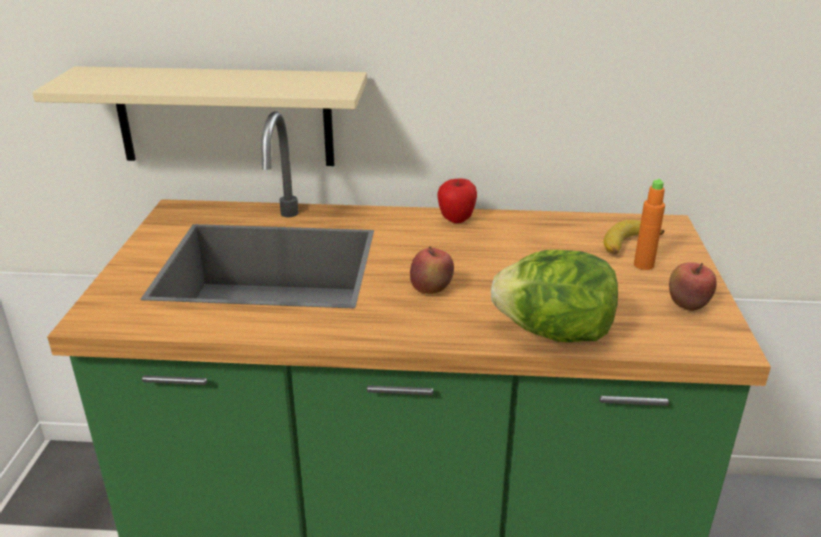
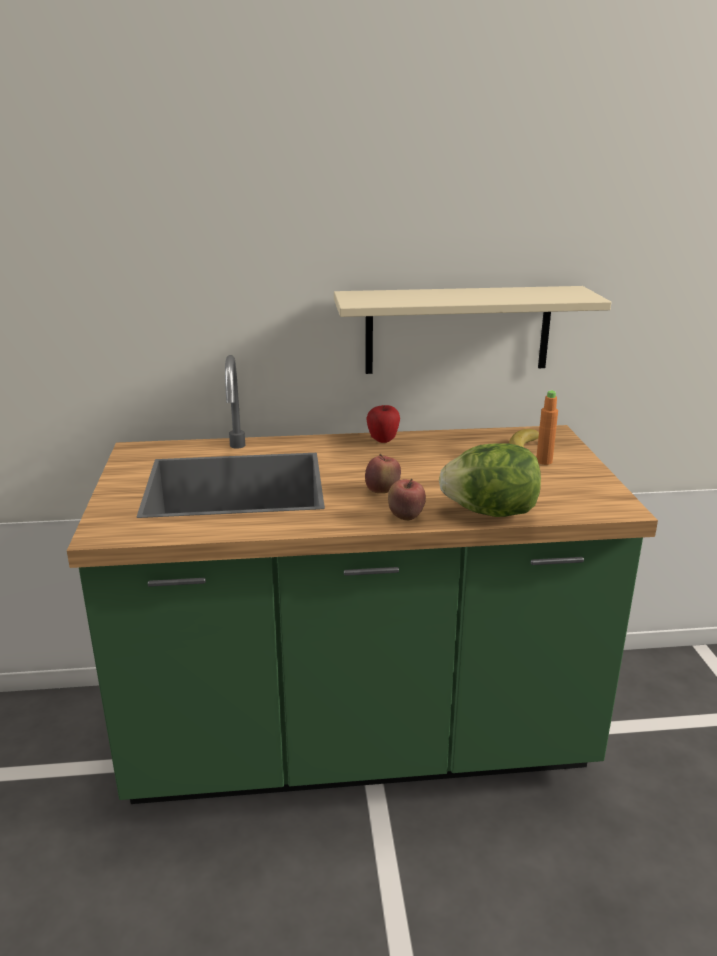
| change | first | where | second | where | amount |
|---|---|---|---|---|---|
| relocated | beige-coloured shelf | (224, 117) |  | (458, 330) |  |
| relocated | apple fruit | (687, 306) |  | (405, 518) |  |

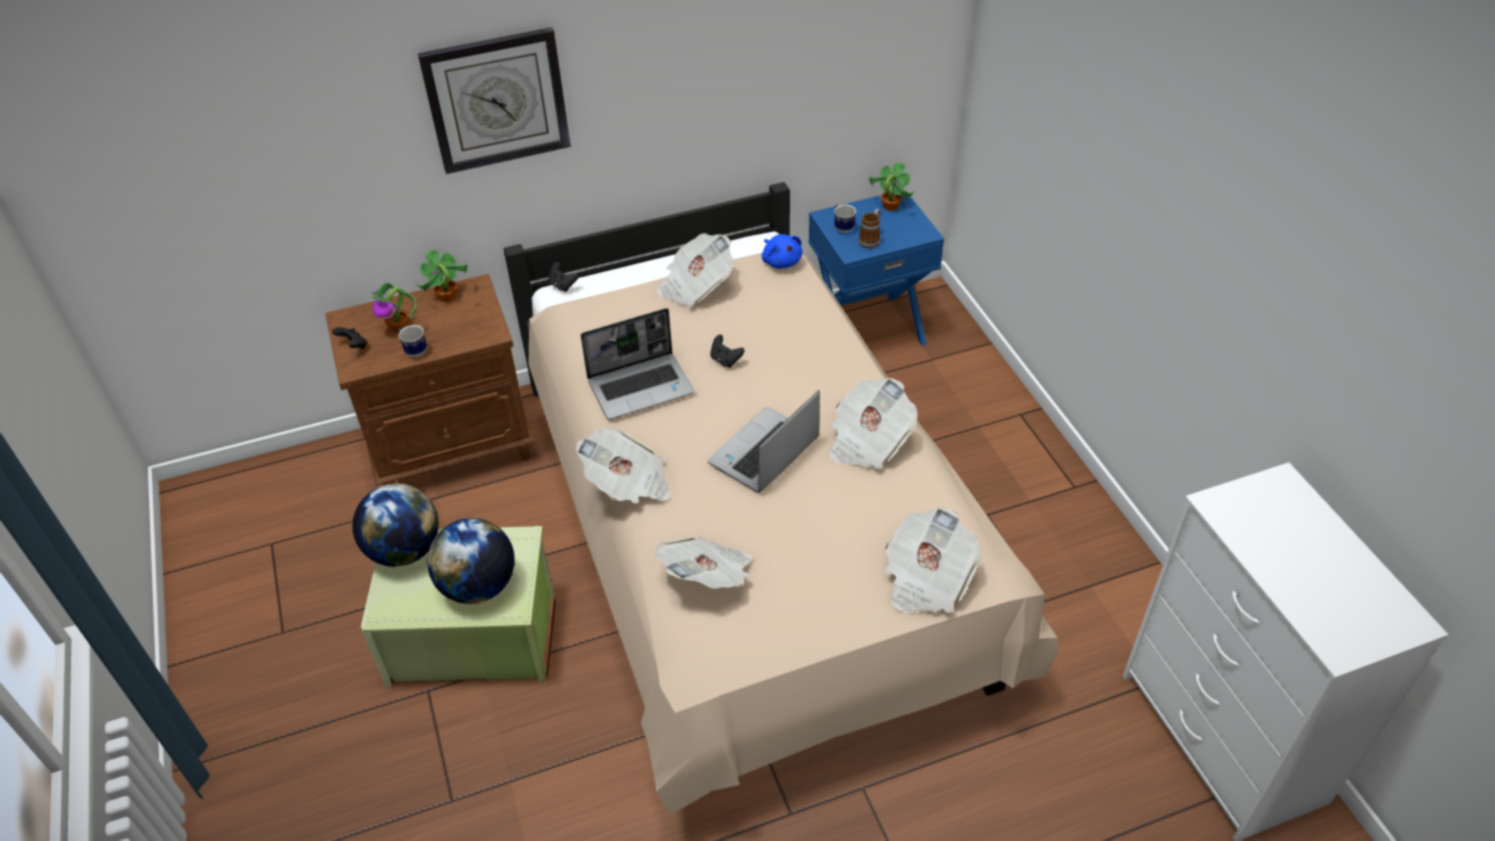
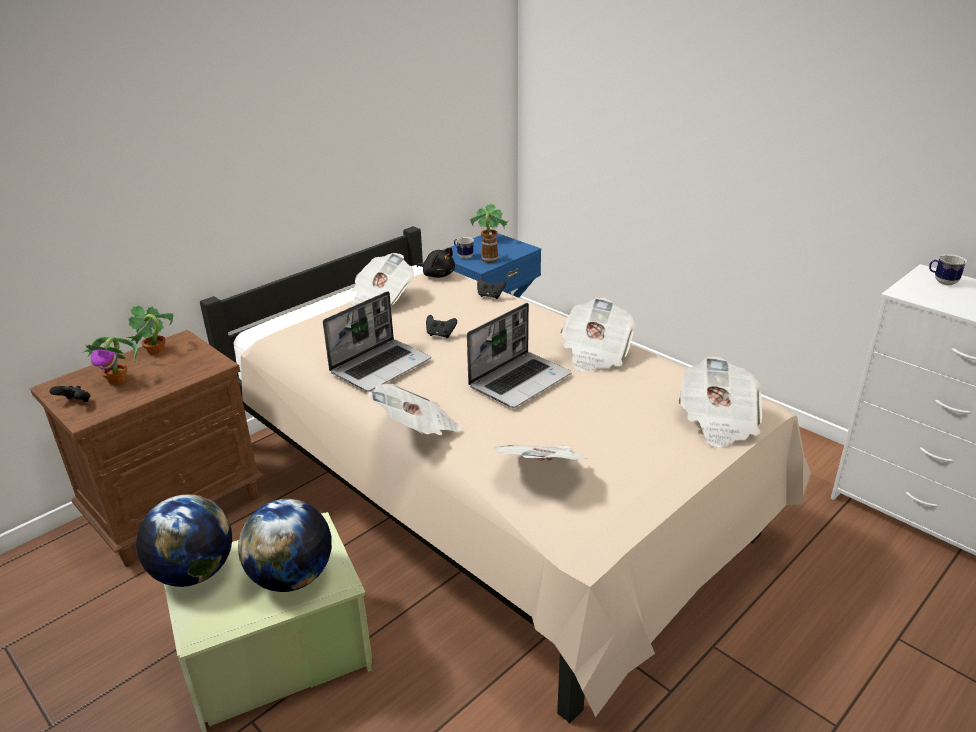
| change | first | where | second | where | amount |
|---|---|---|---|---|---|
| colour | blue plush toy | (781, 261) | blackish plush toy | (437, 275) |  |
| spun | notebook computer | (764, 453) |  | (520, 380) | 150 degrees counterclockwise |
| relocated | blackish joypad | (563, 285) |  | (490, 296) |  |
| relocated | mug | (414, 350) |  | (941, 282) |  |
| missing | wall clock | (497, 100) |  |  |  |

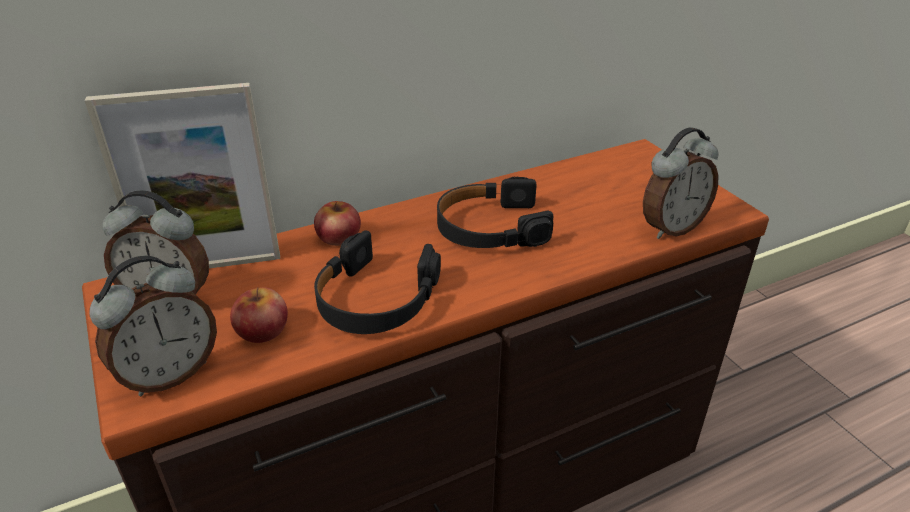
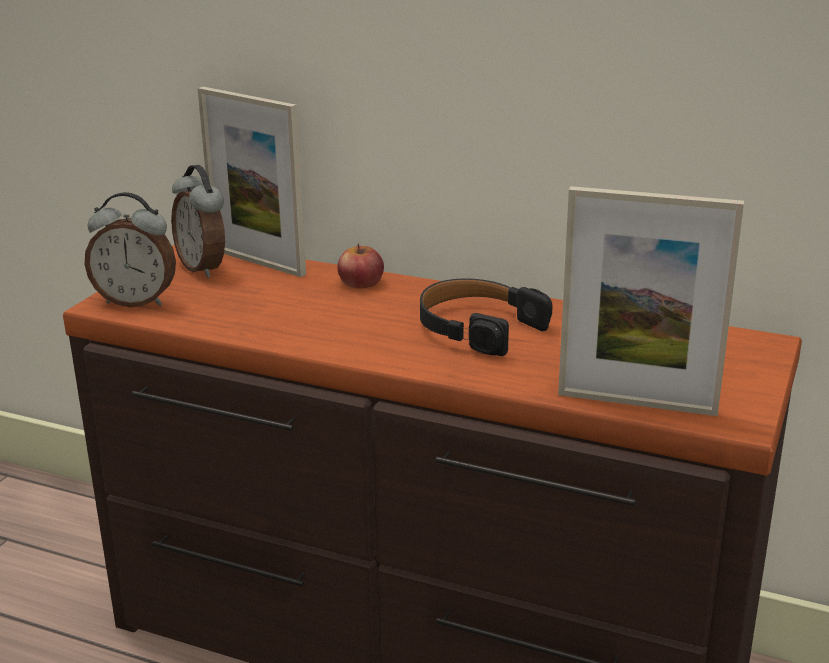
| change | first | where | second | where | amount |
|---|---|---|---|---|---|
| exchanged | bedside clock | (671, 227) | photo frame | (637, 403) |  |
| missing | apple fruit | (262, 330) |  |  |  |
| missing | blackish pair of headphones | (375, 299) |  |  |  |

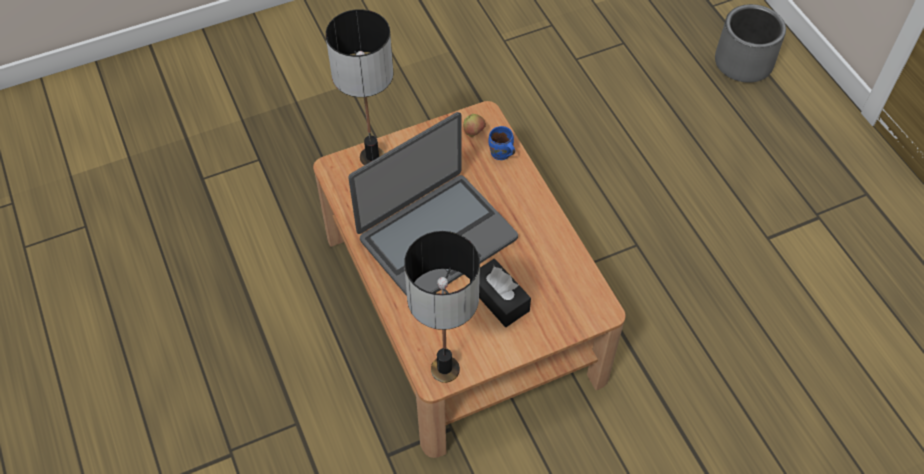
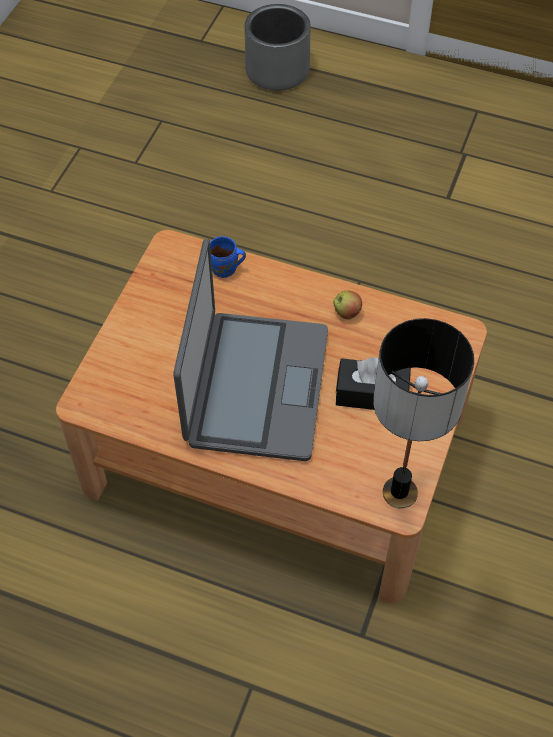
| change | first | where | second | where | amount |
|---|---|---|---|---|---|
| relocated | apple fruit | (474, 132) |  | (347, 313) |  |
| missing | table lamp | (371, 158) |  |  |  |

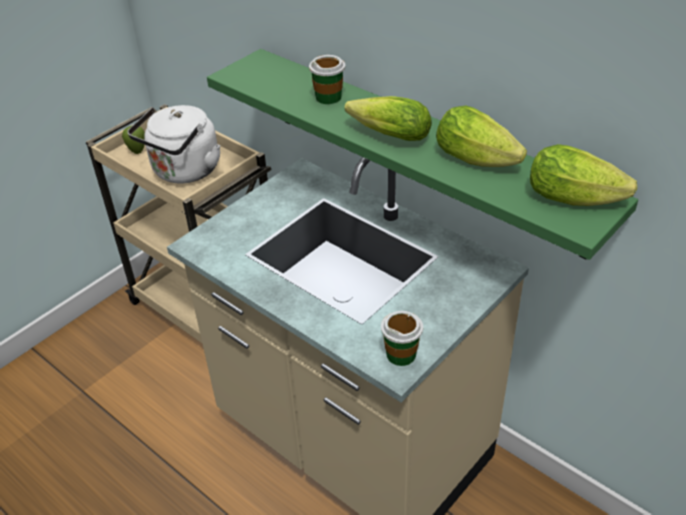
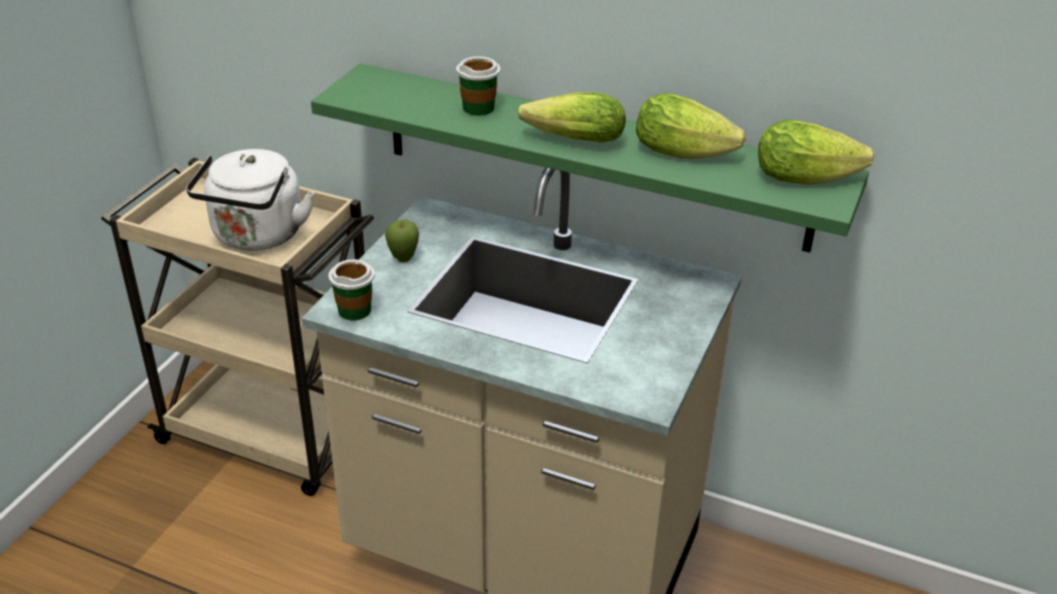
| change | first | where | second | where | amount |
|---|---|---|---|---|---|
| relocated | cup | (401, 354) |  | (355, 310) |  |
| relocated | apple fruit | (137, 152) |  | (403, 259) |  |

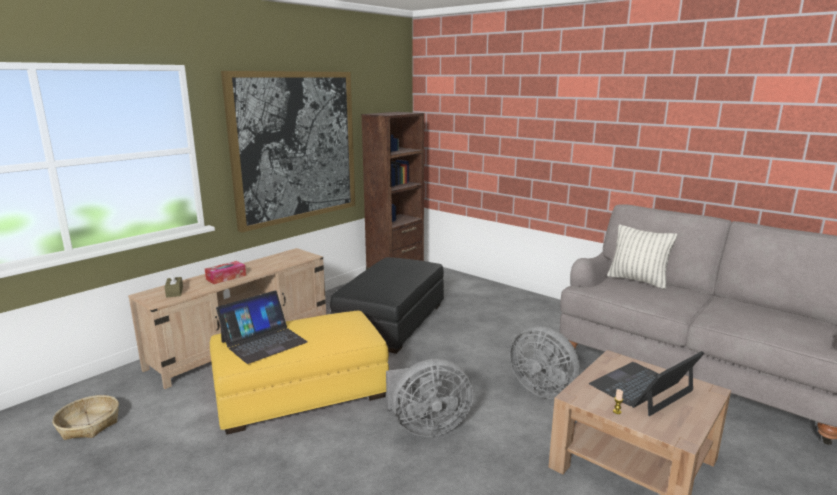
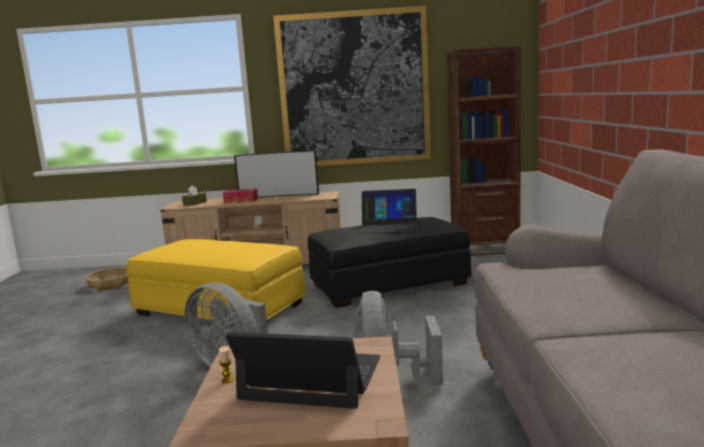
| change | first | where | second | where | amount |
|---|---|---|---|---|---|
| appeared |  |  | television | (279, 196) |  |
| relocated | notebook computer | (264, 342) |  | (388, 226) |  |
| missing | throw pillow | (637, 280) |  |  |  |

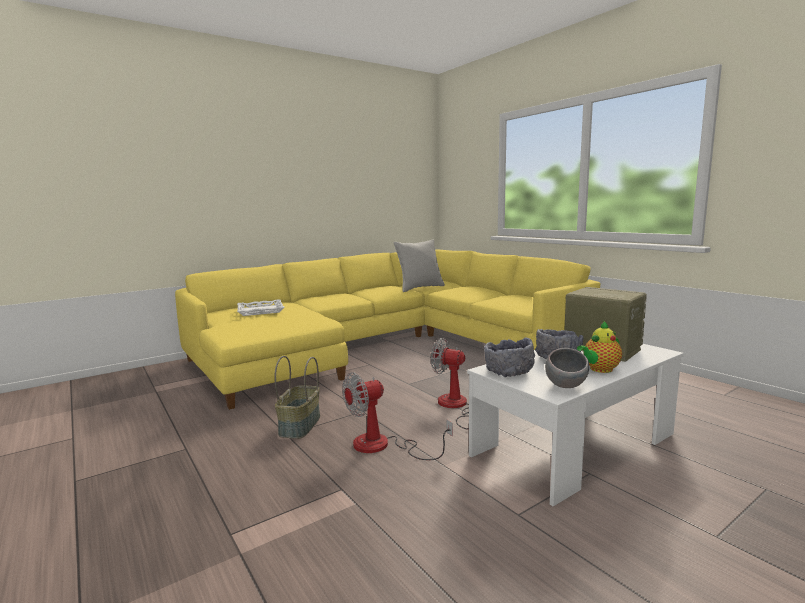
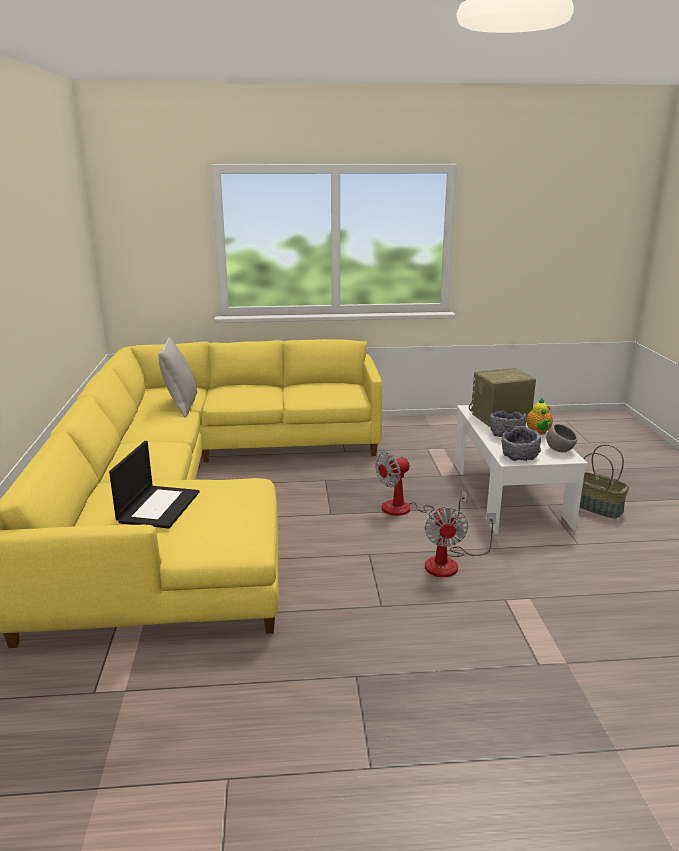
| change | first | where | second | where | amount |
|---|---|---|---|---|---|
| exchanged | white-coloured carrying tray | (260, 311) | notebook computer | (158, 506) |  |
| relocated | household basket | (300, 426) |  | (597, 507) |  |

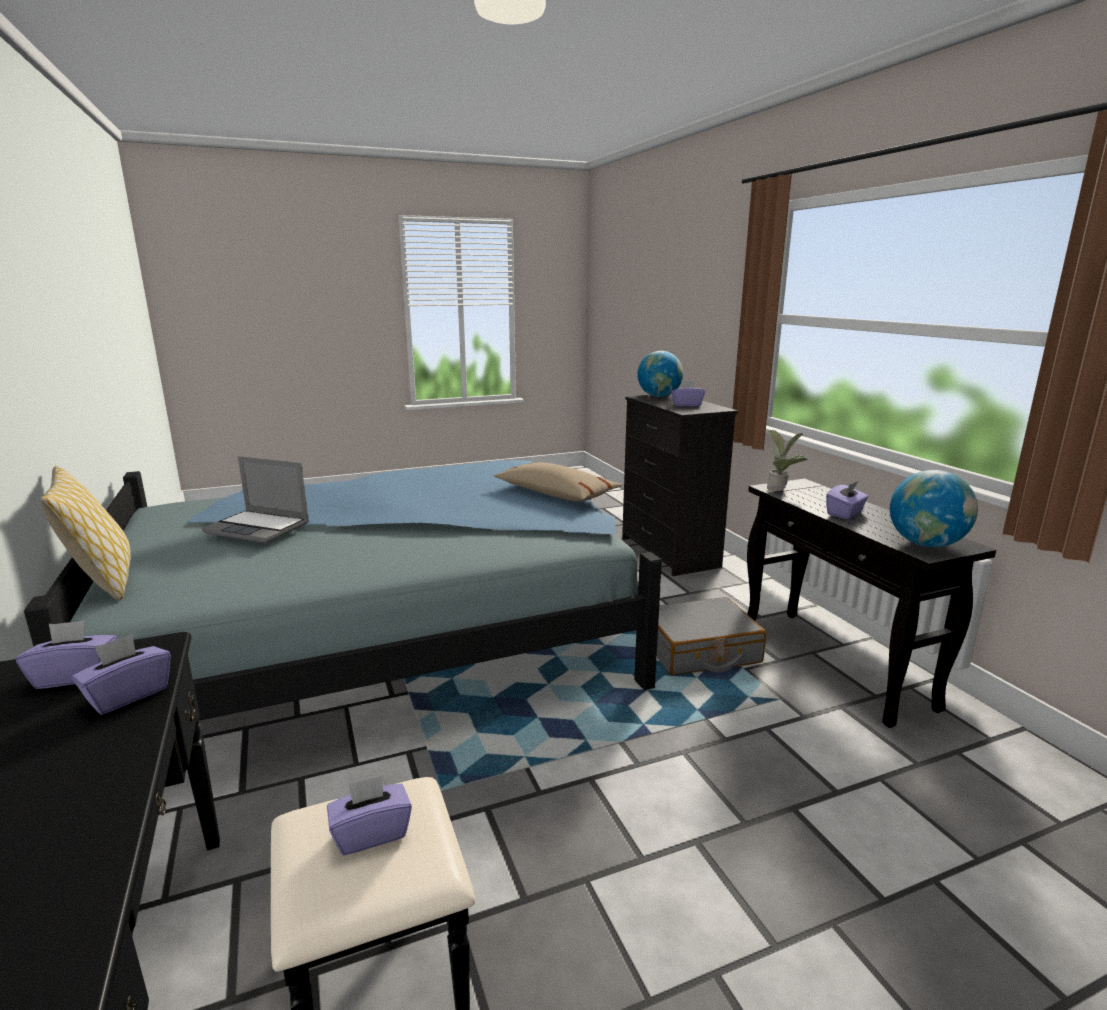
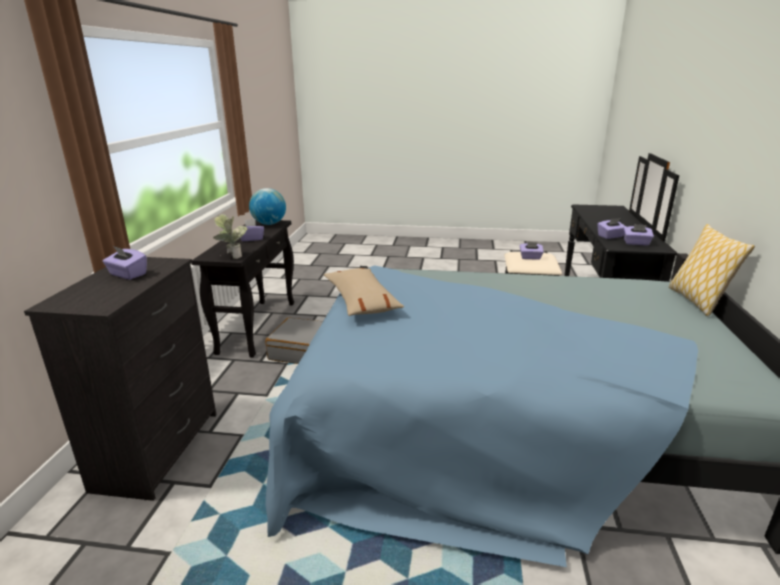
| change | first | where | second | where | amount |
|---|---|---|---|---|---|
| missing | notebook computer | (259, 528) |  |  |  |
| missing | desk globe | (659, 396) |  |  |  |

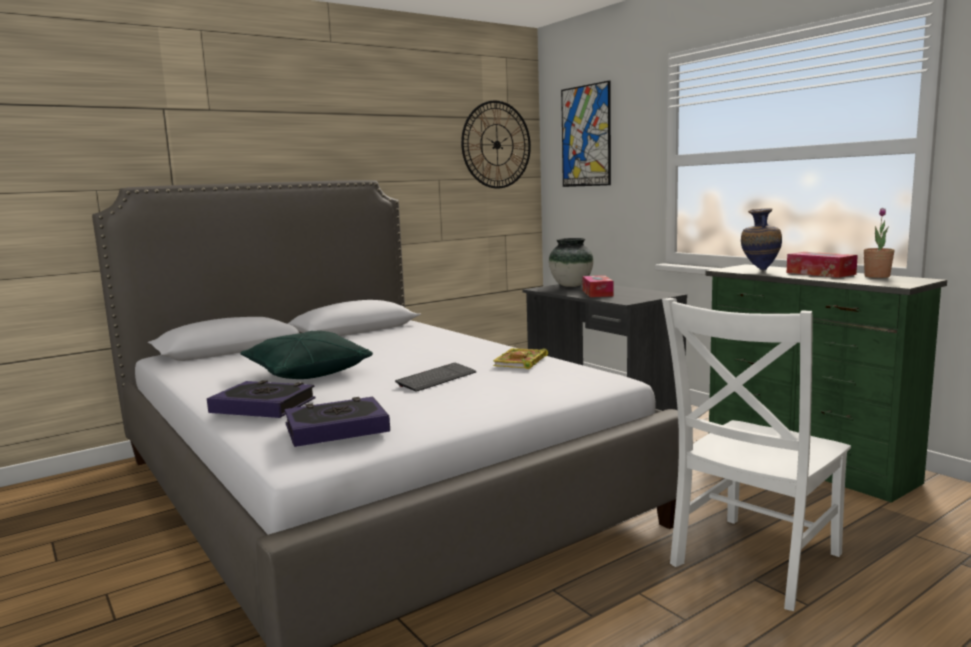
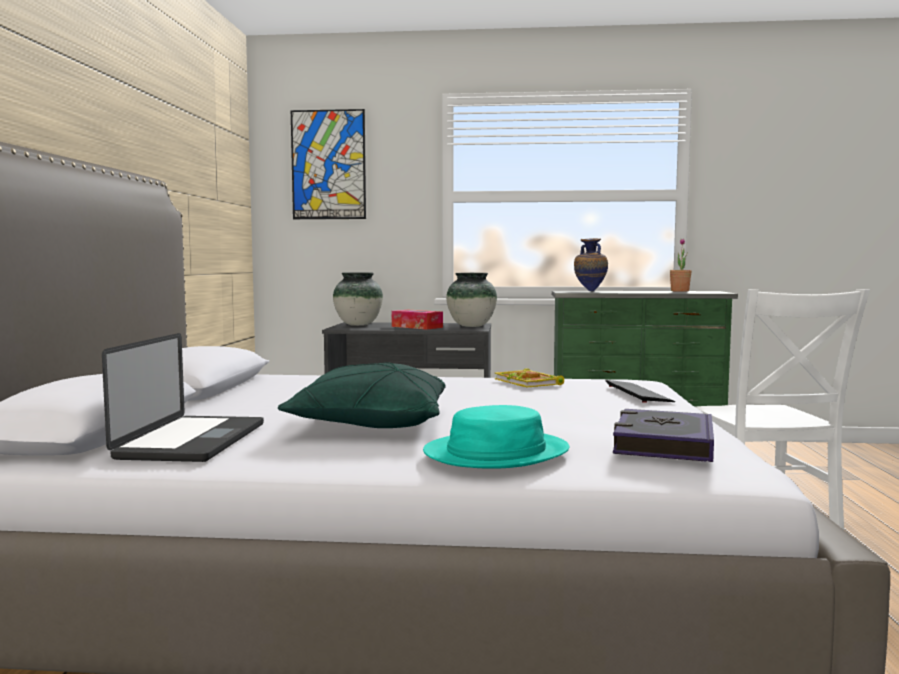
| change | first | where | second | where | amount |
|---|---|---|---|---|---|
| appeared |  |  | notebook computer | (193, 441) |  |
| exchanged | volume | (263, 406) | blue-green hat | (496, 452) |  |
| appeared |  |  | decorative vase | (471, 326) |  |
| relocated | keyboard | (436, 379) |  | (637, 393) |  |
| missing | wall clock | (496, 145) |  |  |  |
| missing | tissue holder | (820, 273) |  |  |  |

